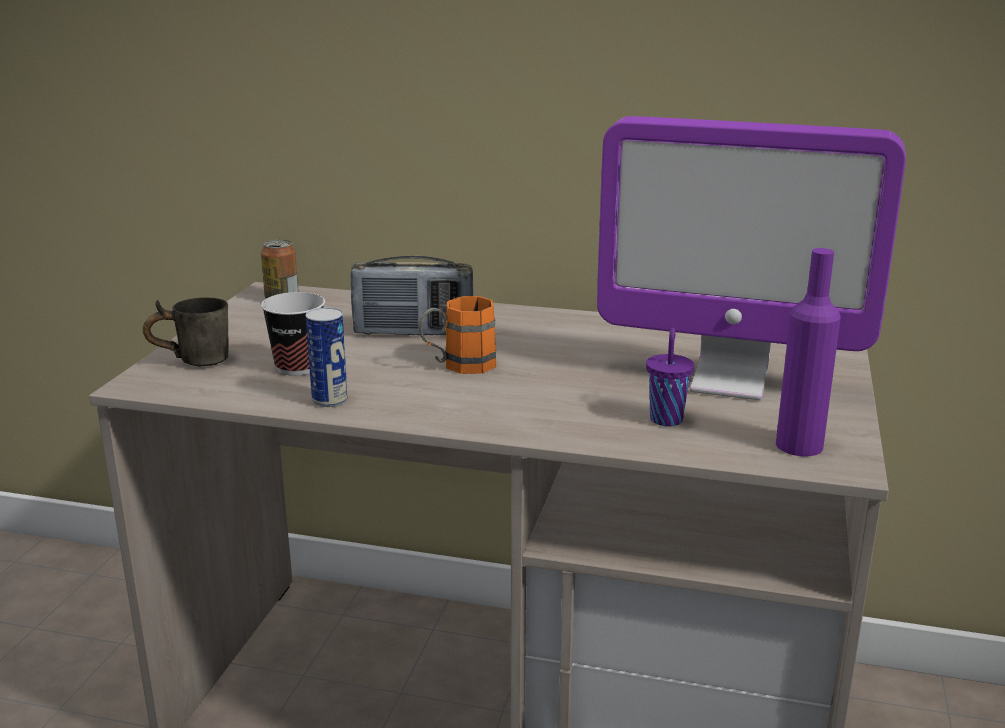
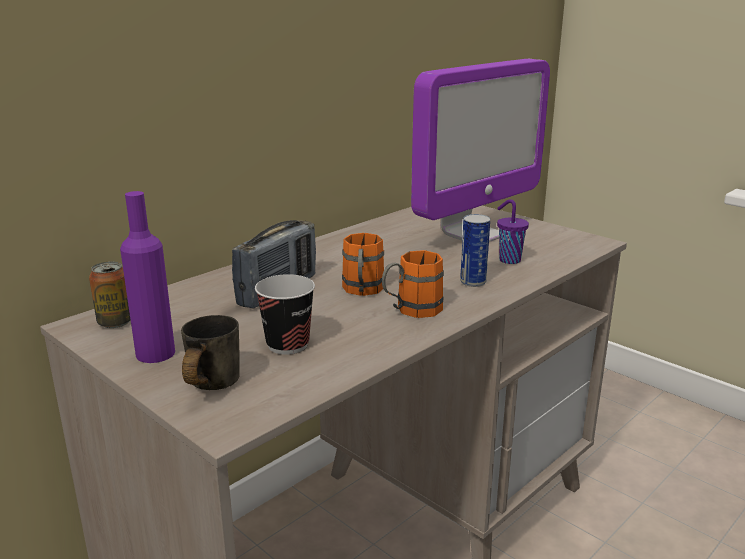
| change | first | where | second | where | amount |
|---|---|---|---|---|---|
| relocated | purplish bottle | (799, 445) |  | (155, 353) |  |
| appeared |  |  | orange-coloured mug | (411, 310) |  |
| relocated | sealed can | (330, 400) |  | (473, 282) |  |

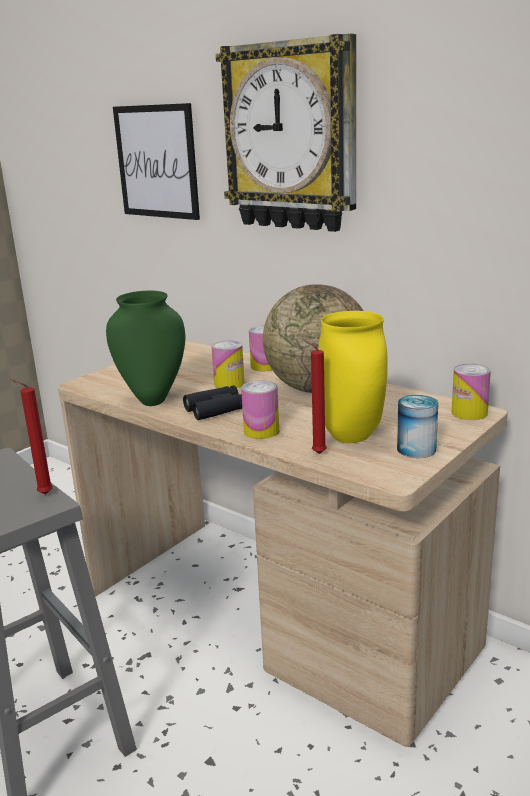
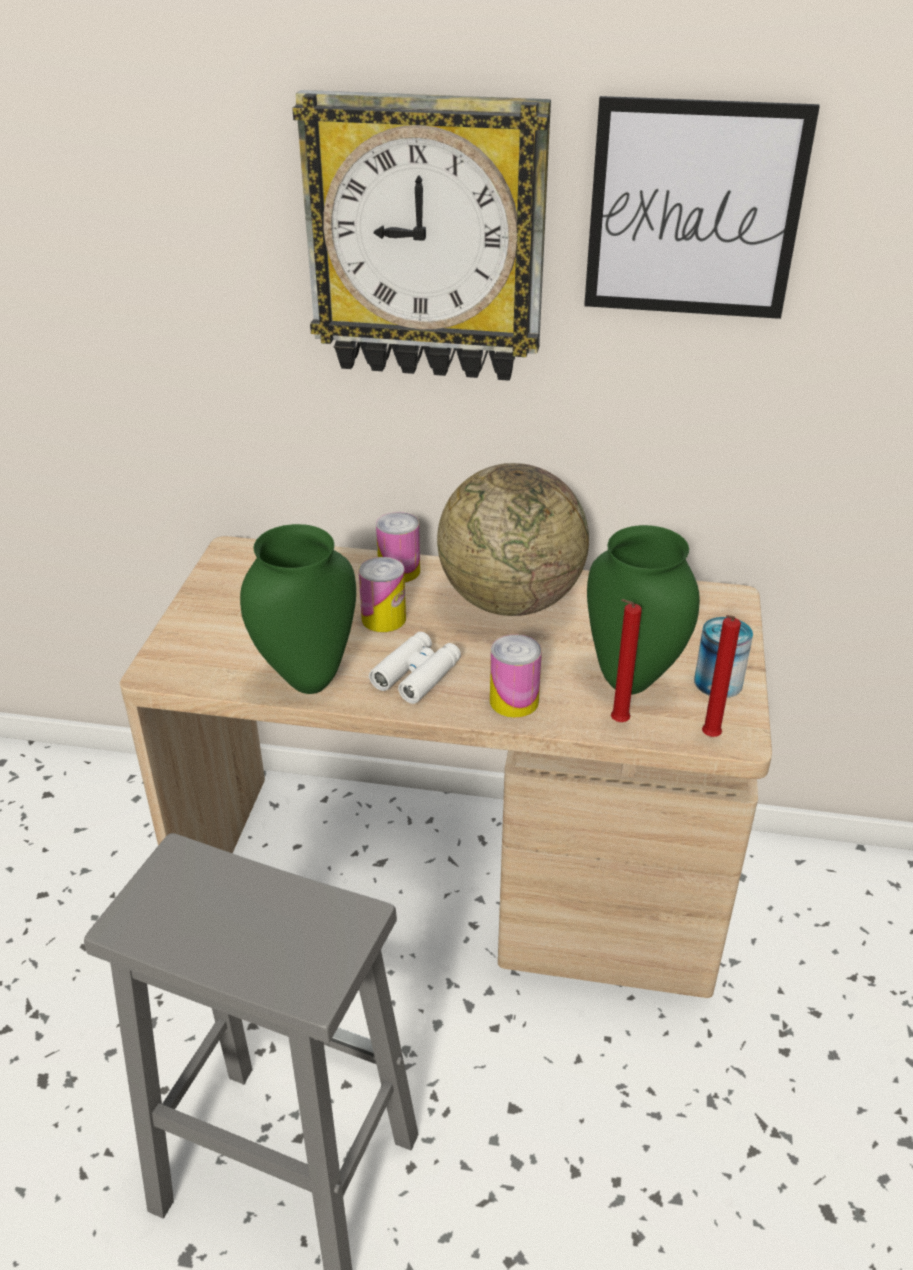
| change | first | where | second | where | amount |
|---|---|---|---|---|---|
| colour | blackish pair of binoculars | (217, 409) | white-coloured pair of binoculars | (416, 675) |  |
| relocated | wall art | (156, 162) |  | (694, 210) |  |
| colour | yellowish decorative vase | (354, 437) | green-coloured decorative vase | (633, 680) |  |
| relocated | red candle | (43, 494) |  | (708, 738) |  |
| missing | sealed can | (469, 413) |  |  |  |

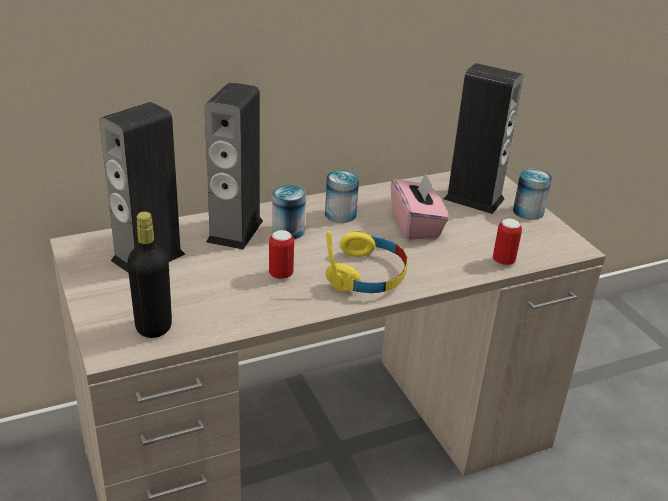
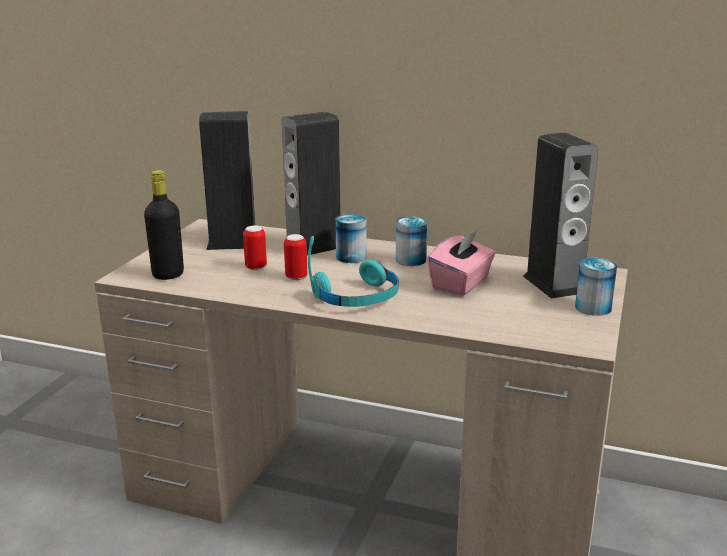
| change | first | where | second | where | amount |
|---|---|---|---|---|---|
| relocated | sealed can | (503, 261) |  | (256, 267) |  |
| colour | yellowish pair of headphones | (367, 275) | blue-green pair of headphones | (357, 297) |  |

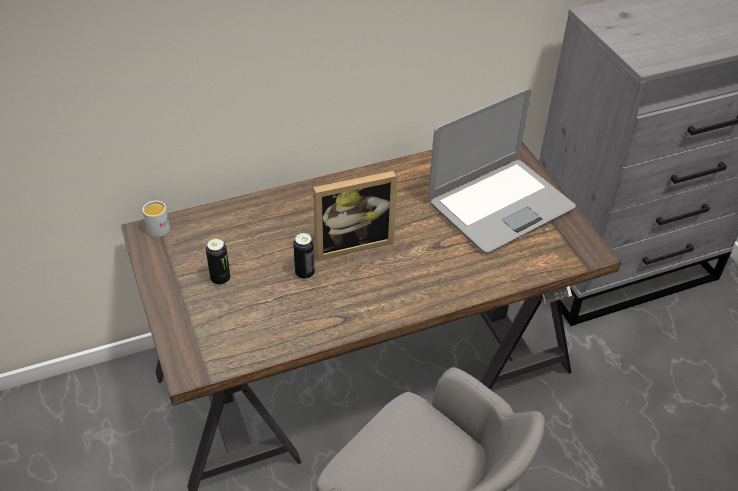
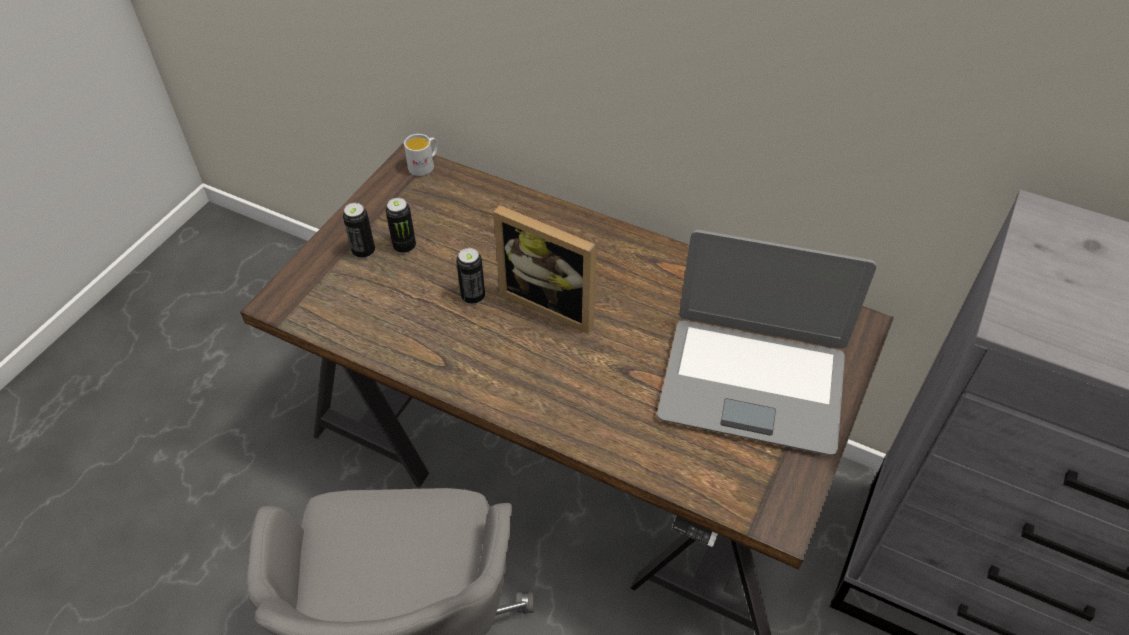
| change | first | where | second | where | amount |
|---|---|---|---|---|---|
| appeared |  |  | sealed can | (363, 251) |  |

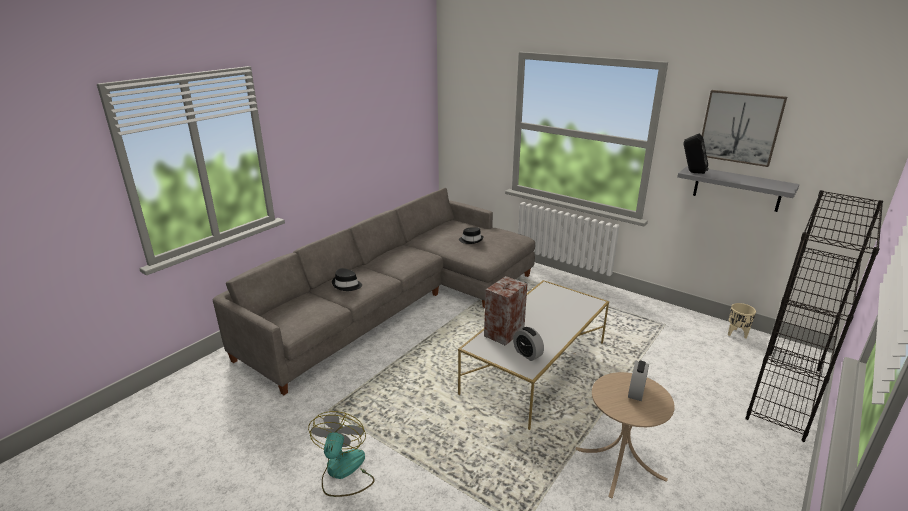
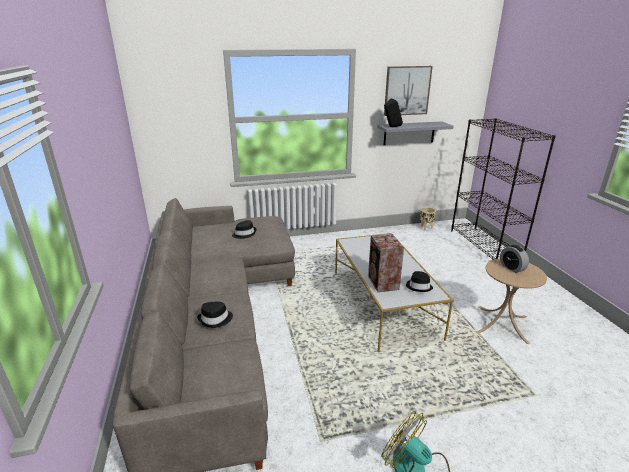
| change | first | where | second | where | amount |
|---|---|---|---|---|---|
| exchanged | bedside clock | (527, 354) | blackish hat | (419, 286) |  |

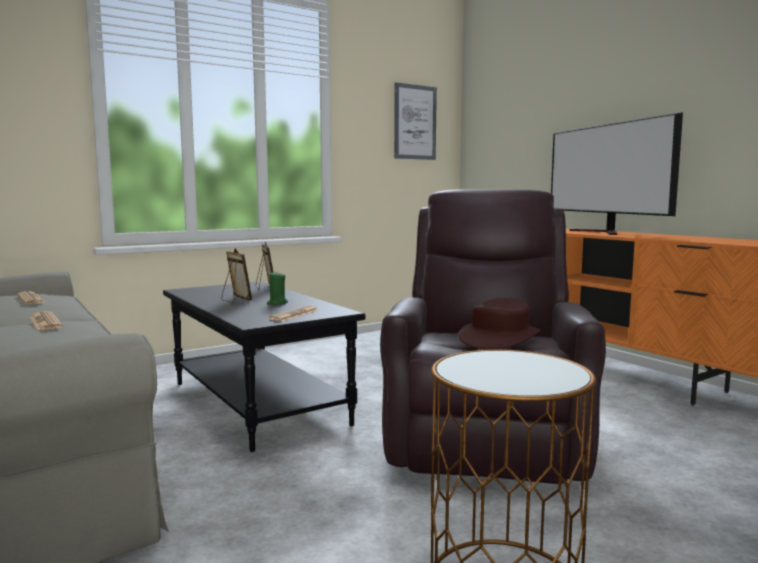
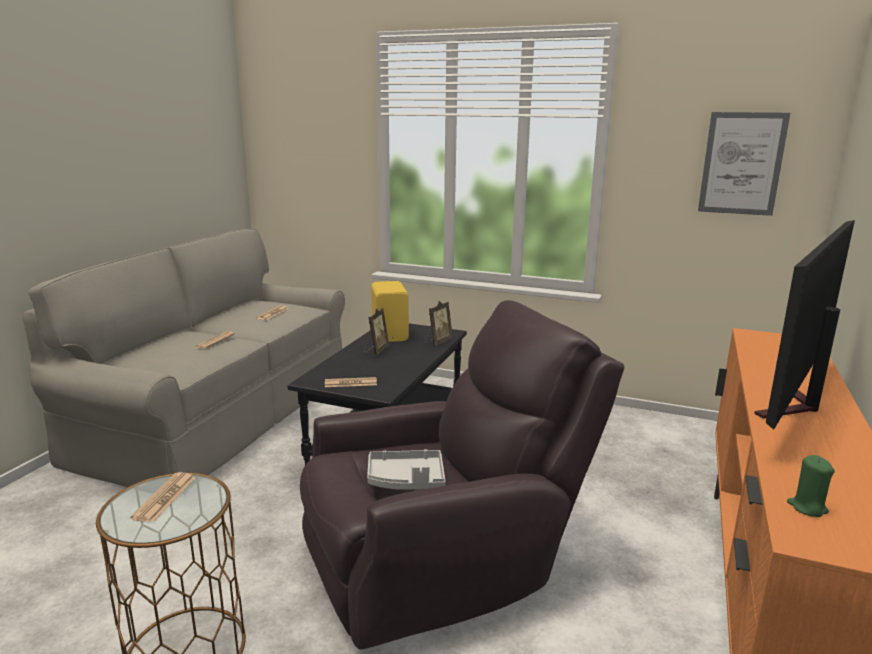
| change | first | where | second | where | amount |
|---|---|---|---|---|---|
| appeared |  |  | daily paper | (165, 498) |  |
| exchanged | brownish hat | (500, 338) | greyish carrying tray | (406, 480) |  |
| appeared |  |  | yellowish audio speaker | (391, 334) |  |
| relocated | green-coloured candle | (277, 303) |  | (807, 507) |  |

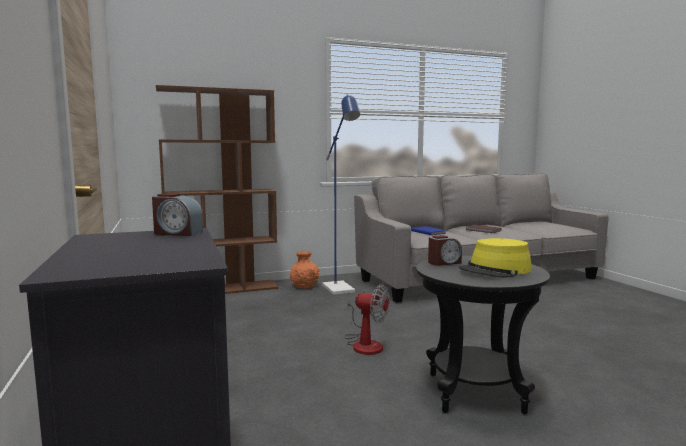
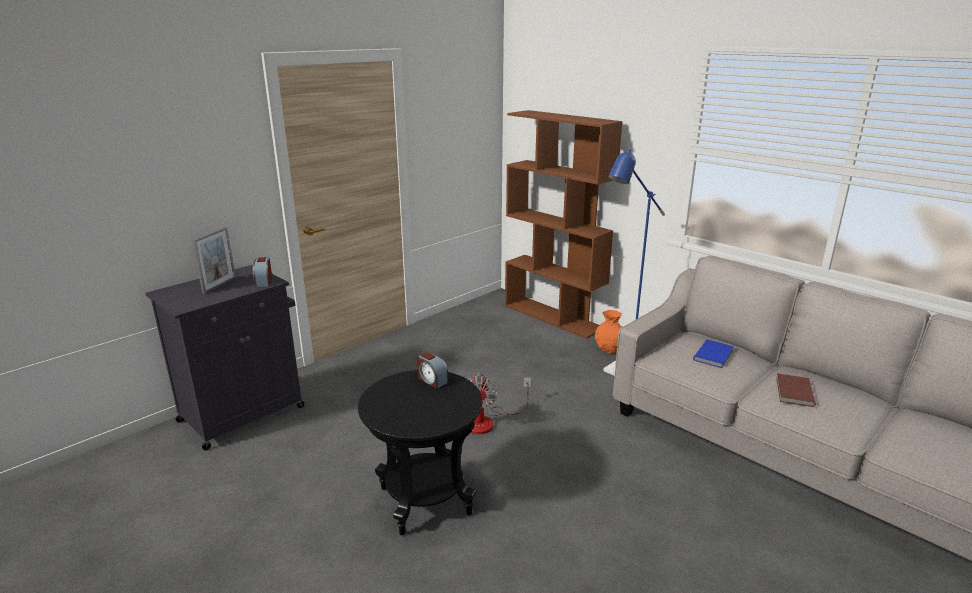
| change | first | where | second | where | amount |
|---|---|---|---|---|---|
| appeared |  |  | photo frame | (219, 285) |  |
| missing | yellowish hat | (495, 270) |  |  |  |

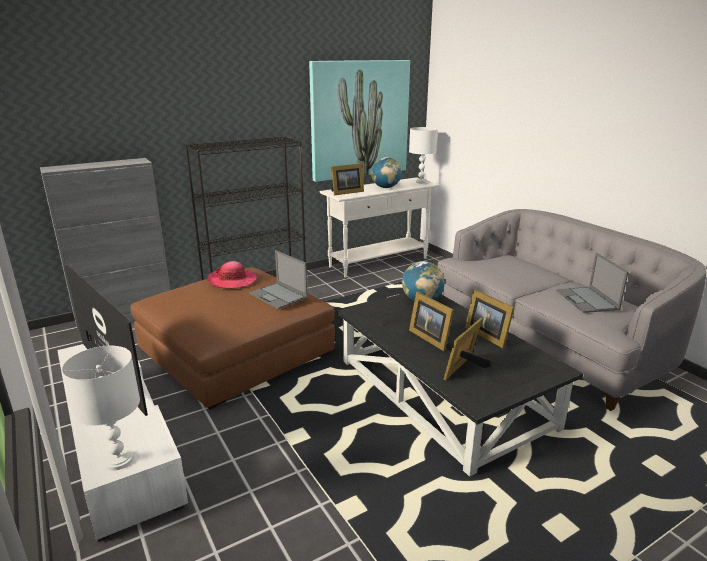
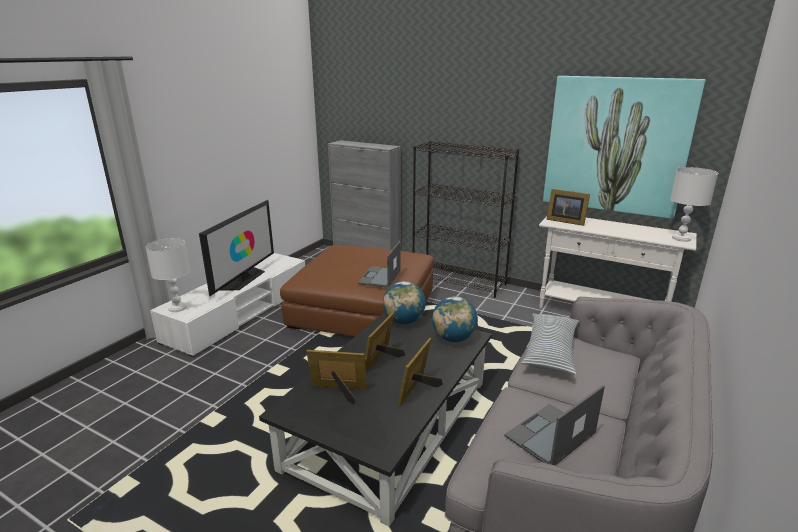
| change | first | where | second | where | amount |
|---|---|---|---|---|---|
| relocated | desk globe | (385, 187) |  | (404, 321) |  |
| appeared |  |  | throw pillow | (550, 351) |  |
| missing | hat | (232, 280) |  |  |  |

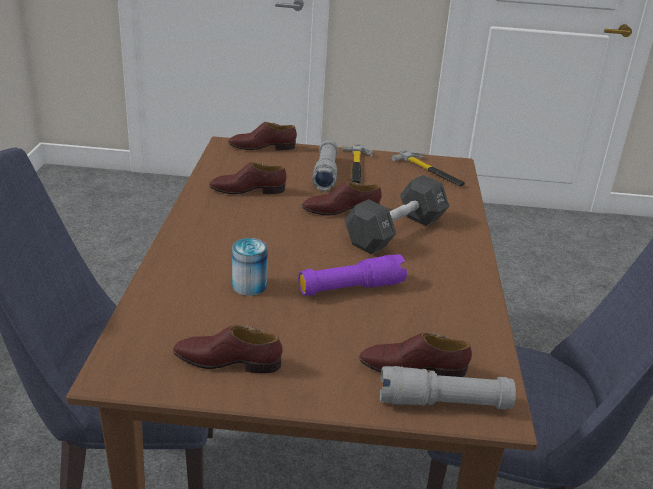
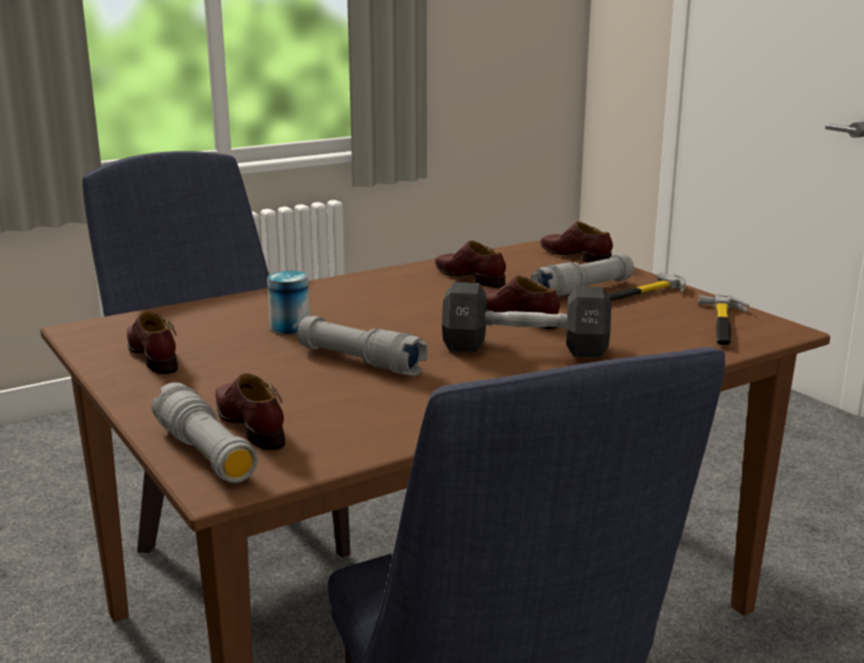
| change | first | where | second | where | amount |
|---|---|---|---|---|---|
| colour | purplish hand torch | (351, 288) | greyish hand torch | (360, 361) |  |

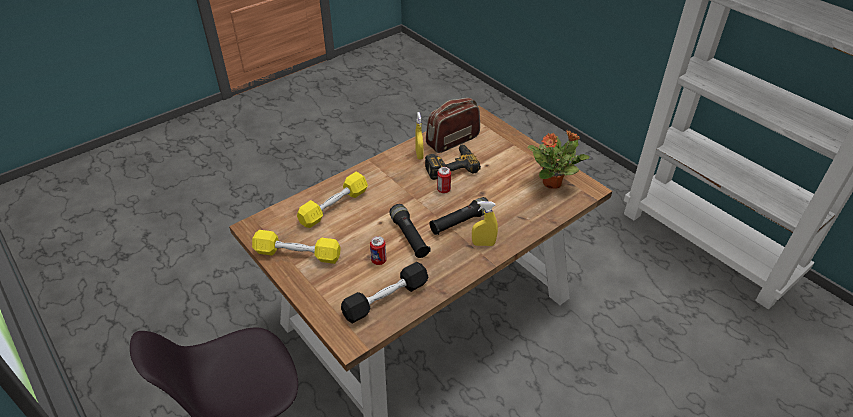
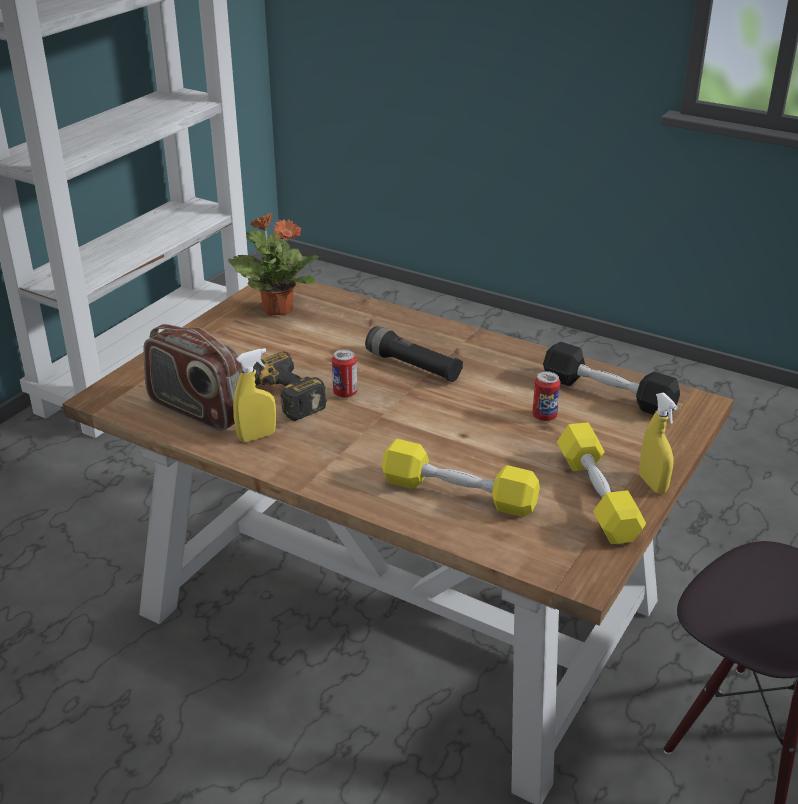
| change | first | where | second | where | amount |
|---|---|---|---|---|---|
| relocated | yellowish sprayer | (483, 244) |  | (652, 484) |  |
| missing | blackish hand torch | (409, 237) |  |  |  |

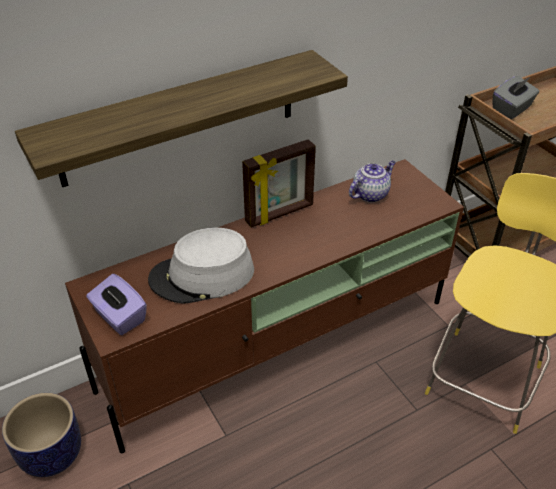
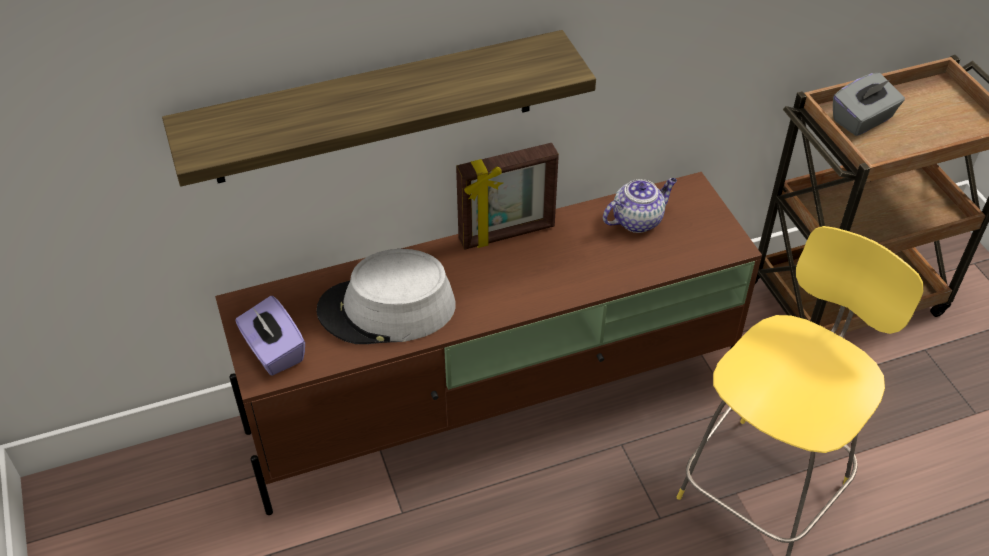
| change | first | where | second | where | amount |
|---|---|---|---|---|---|
| missing | planter | (51, 454) |  |  |  |

